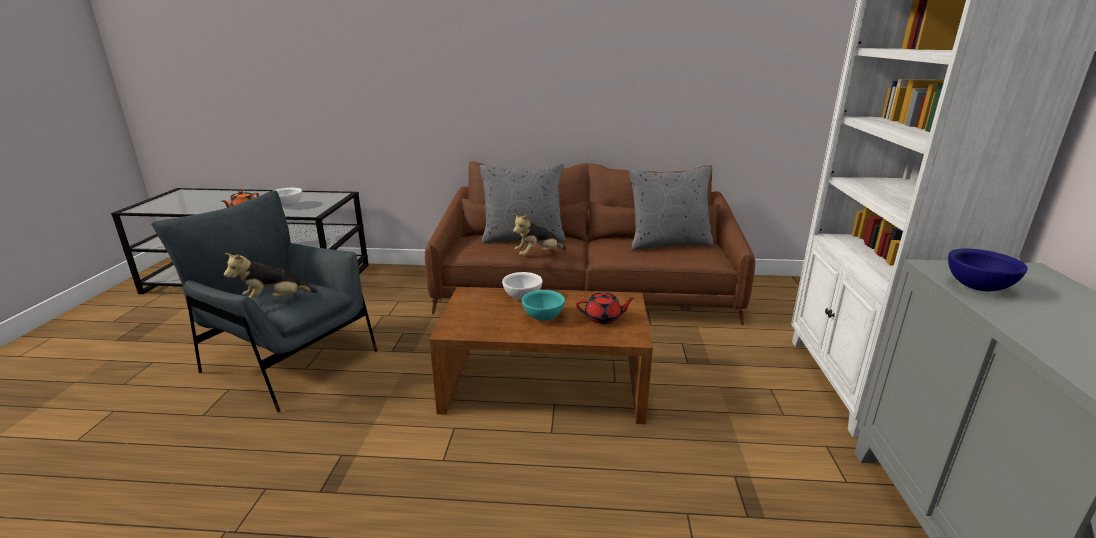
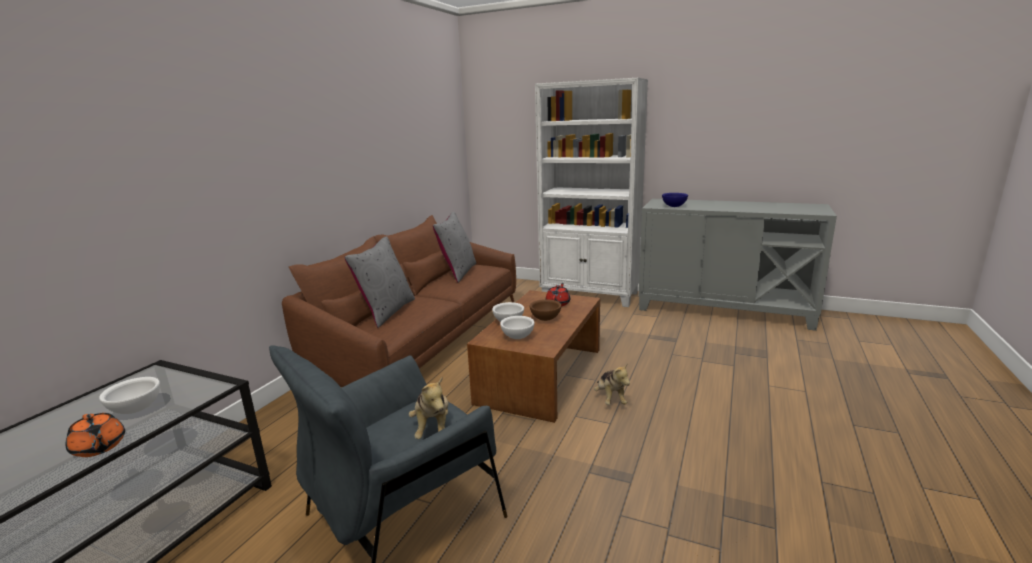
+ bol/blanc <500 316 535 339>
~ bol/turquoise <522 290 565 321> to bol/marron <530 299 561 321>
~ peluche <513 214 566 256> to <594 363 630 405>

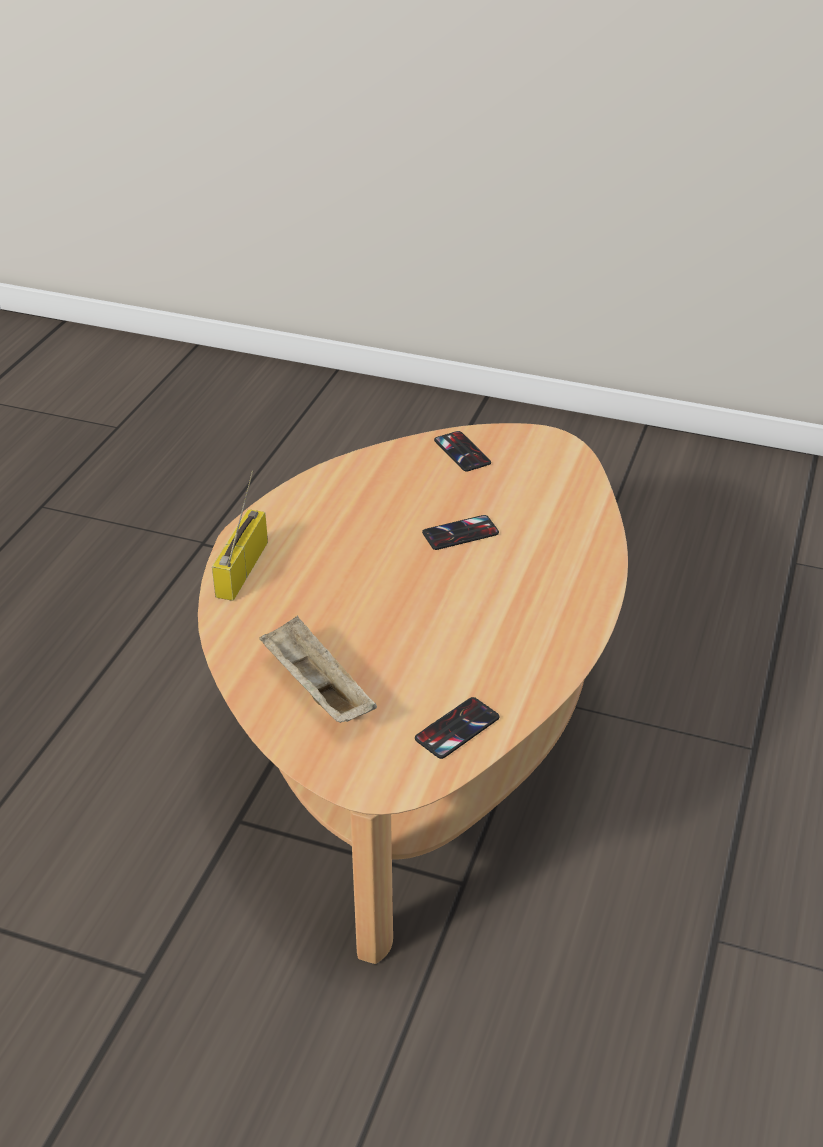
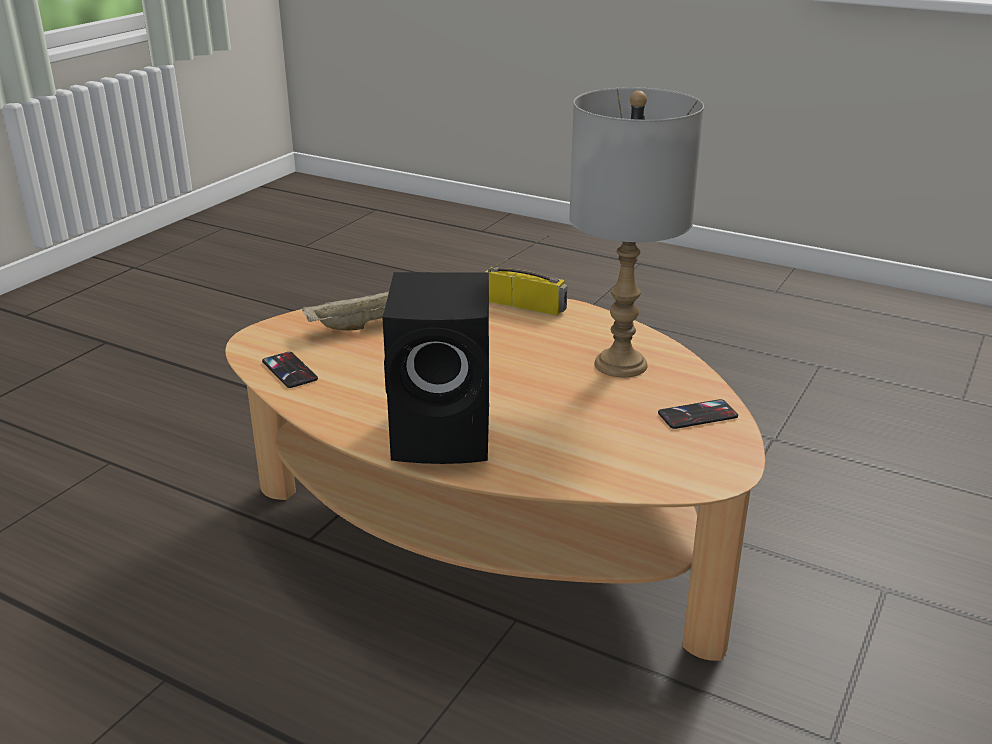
+ enceinte/noir <382 272 489 464>
+ lampe de table/gris <569 87 704 377>
- téléphone <422 515 499 550>

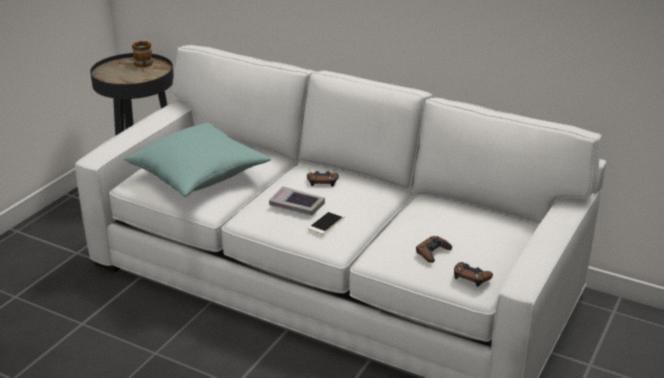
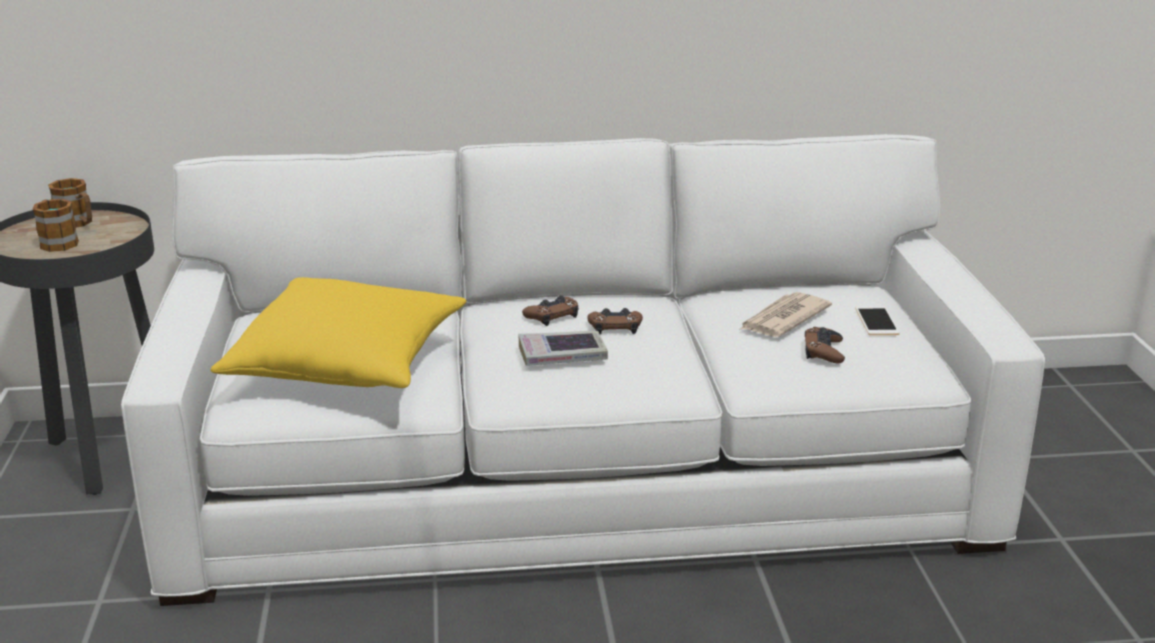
+ mug <33 199 79 252>
~ coussin/turquoise <124 122 271 197> to coussin/jaune <210 277 467 388>
~ manette/marron <454 262 493 287> to <587 308 643 334>
+ journal <739 292 832 337>
~ téléphone <307 211 345 235> to <855 306 900 335>

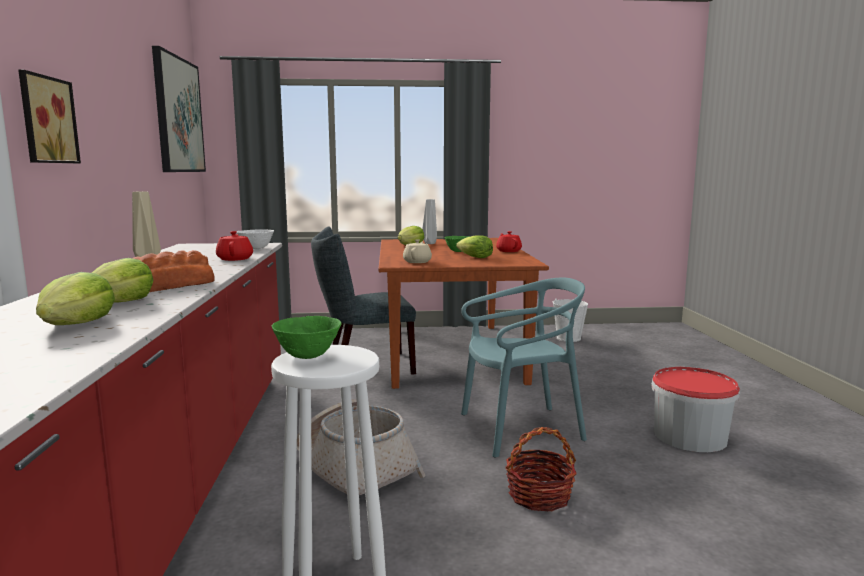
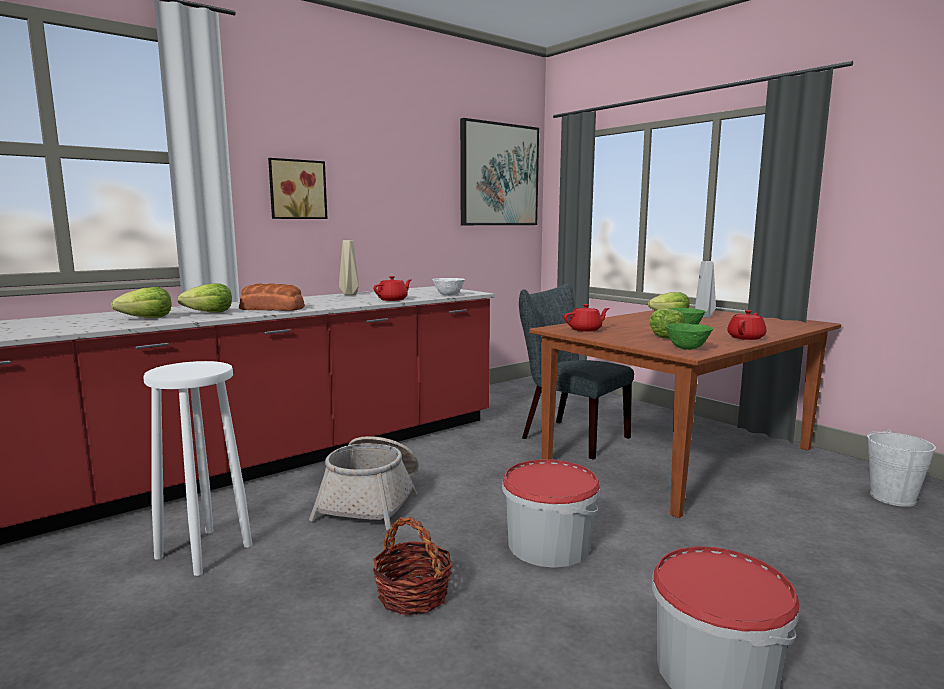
~ chaise/turquoise <461 278 587 458> to seau <502 459 600 568>
~ théière/beige <403 239 432 263> to théière/rouge <564 304 609 332>
~ bol/vert <272 316 342 359> to <666 323 713 350>

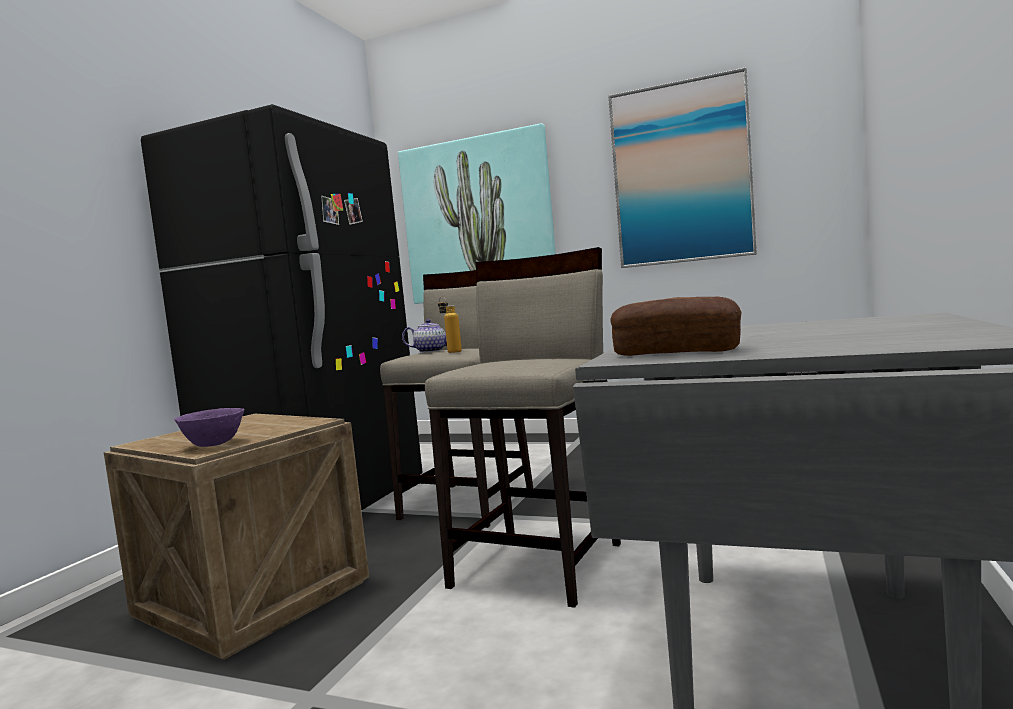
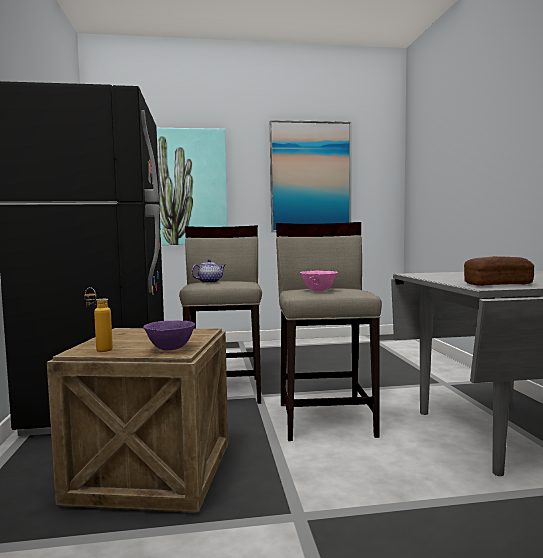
~ bouteille <438 296 462 353> to <84 287 113 352>
+ bol/rose <300 271 338 291>

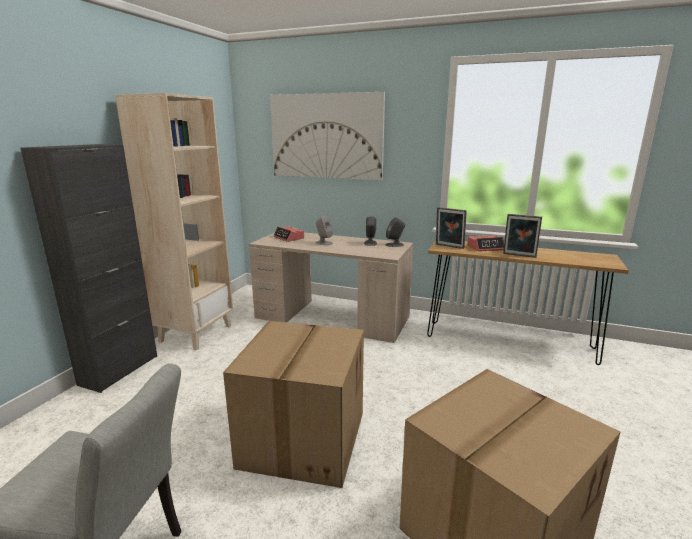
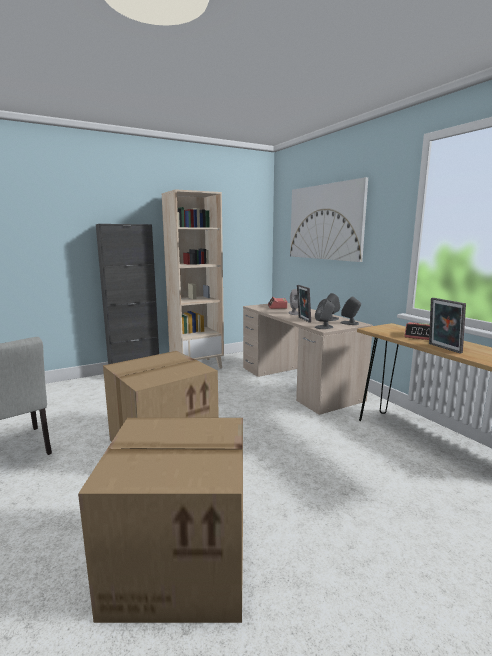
~ cadre photo <436 207 467 249> to <297 285 311 323>
+ enceinte/gris <315 299 335 329>

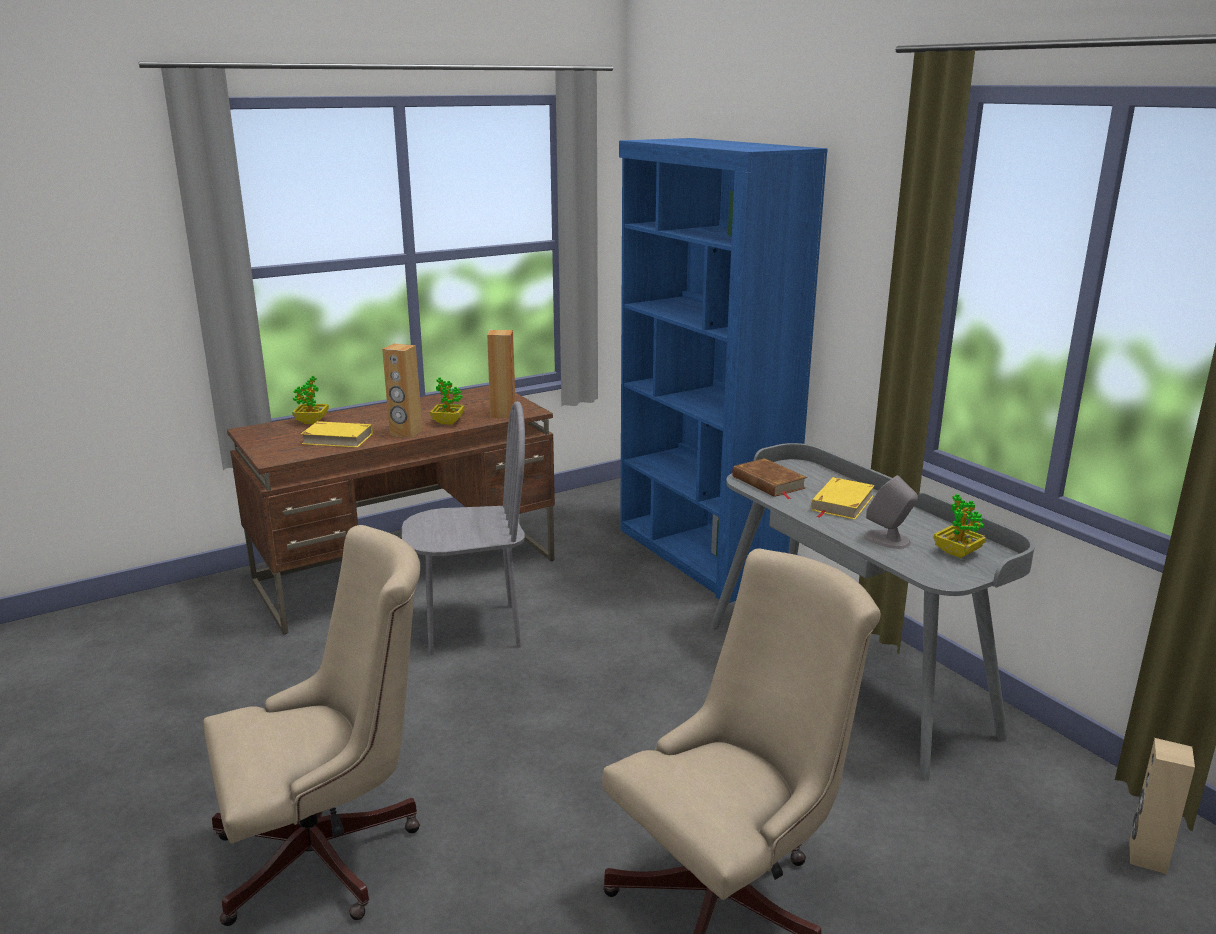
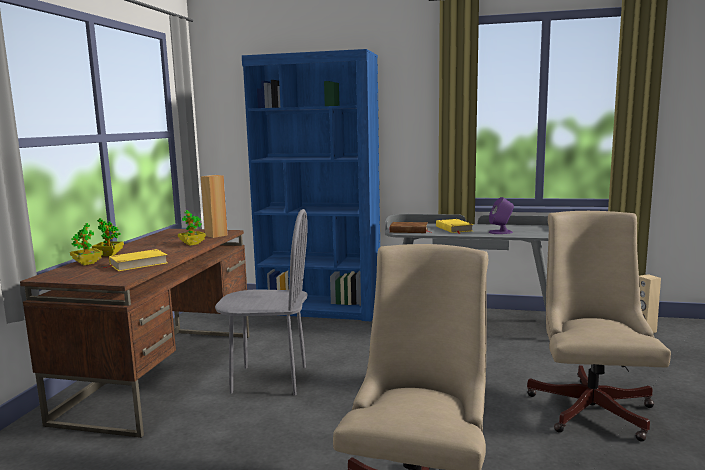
~ plante en pot <933 494 986 558> to <92 218 124 256>
~ chaise/gris <402 401 525 655> = <215 209 308 395> 60 degrees clockwise
~ enceinte/gris <864 475 918 549> to enceinte/violet <489 197 514 234>
- enceinte/marron <382 343 423 438>

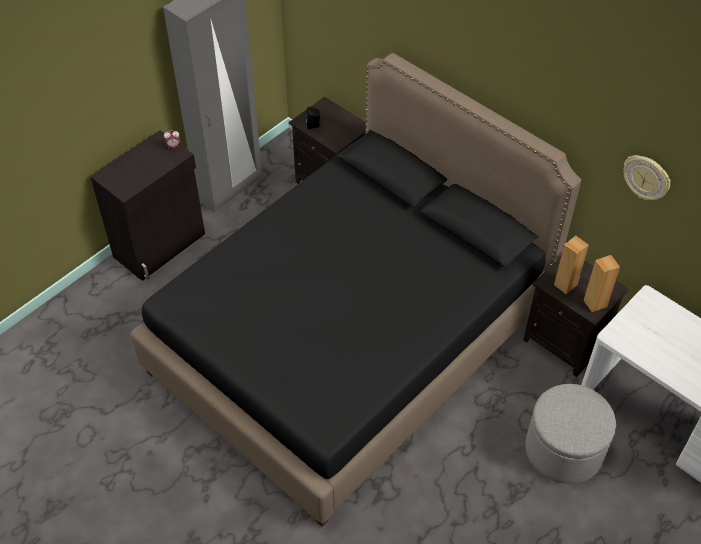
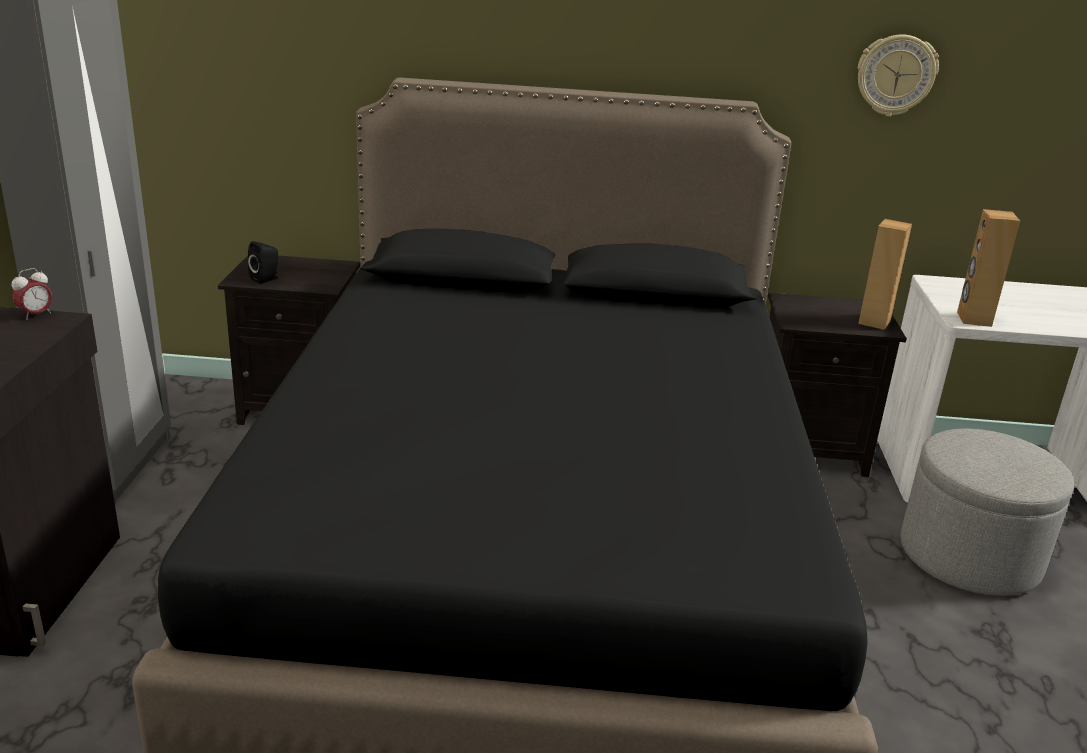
~ enceinte/marron <554 236 589 294> to <957 209 1020 327>

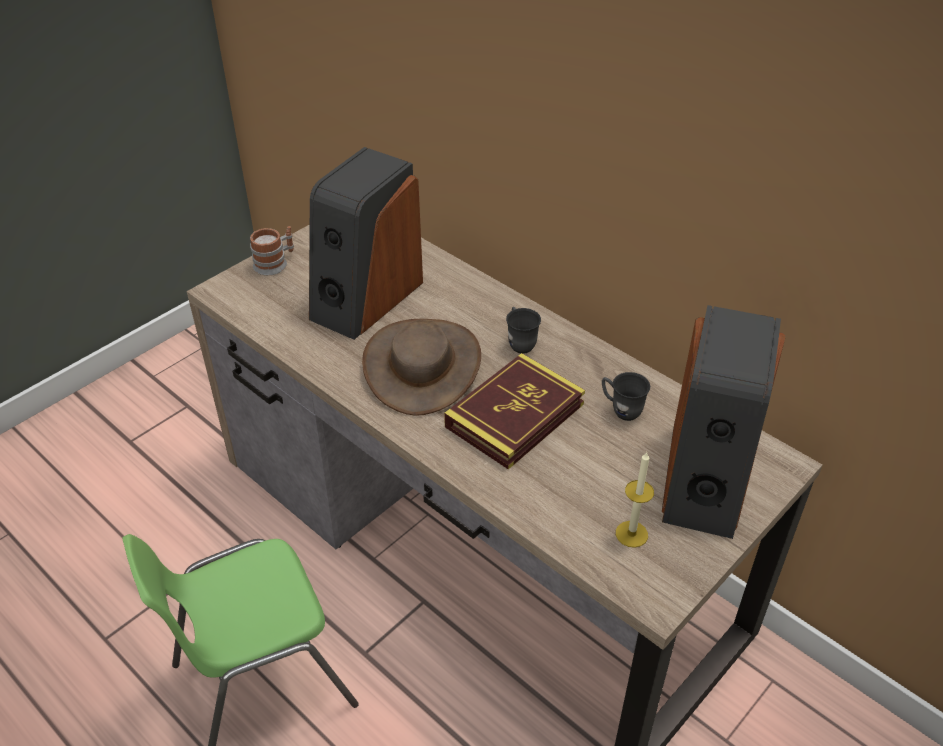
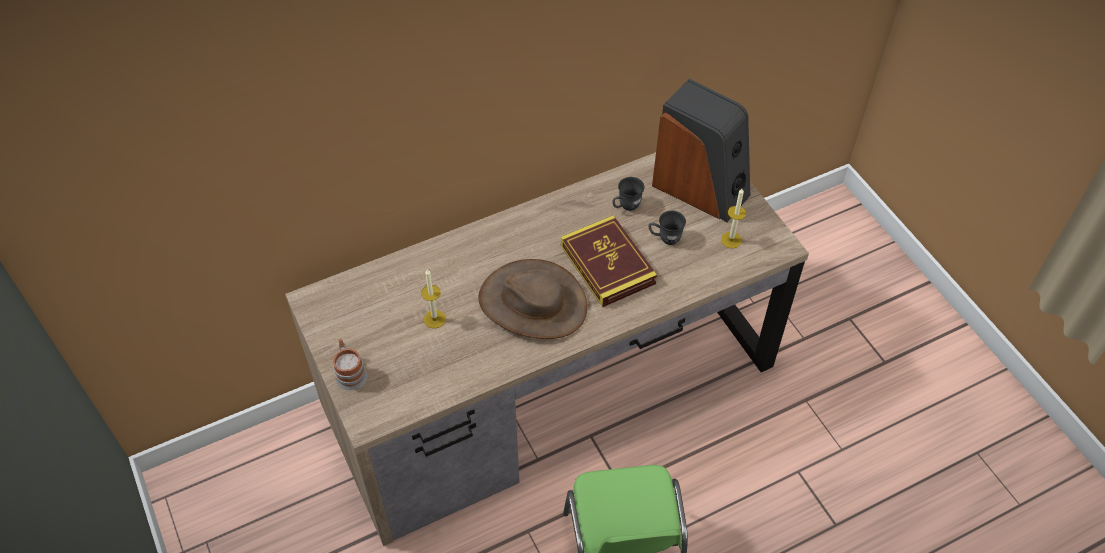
~ enceinte <309 147 423 340> to bougie <421 269 446 328>
~ mug/gris <506 307 541 354> to <648 211 686 245>

